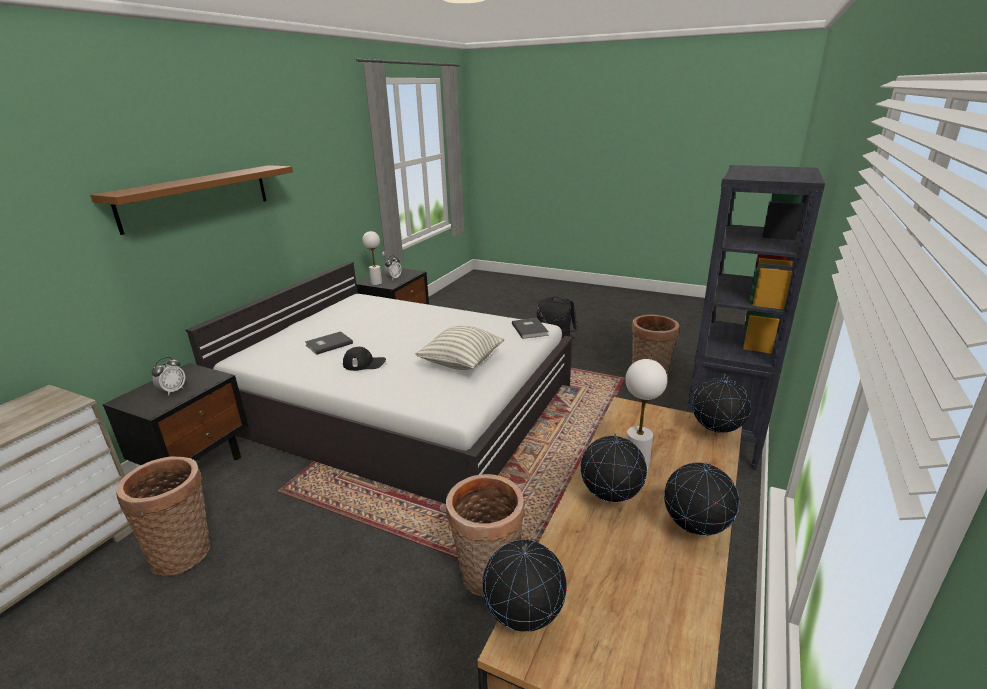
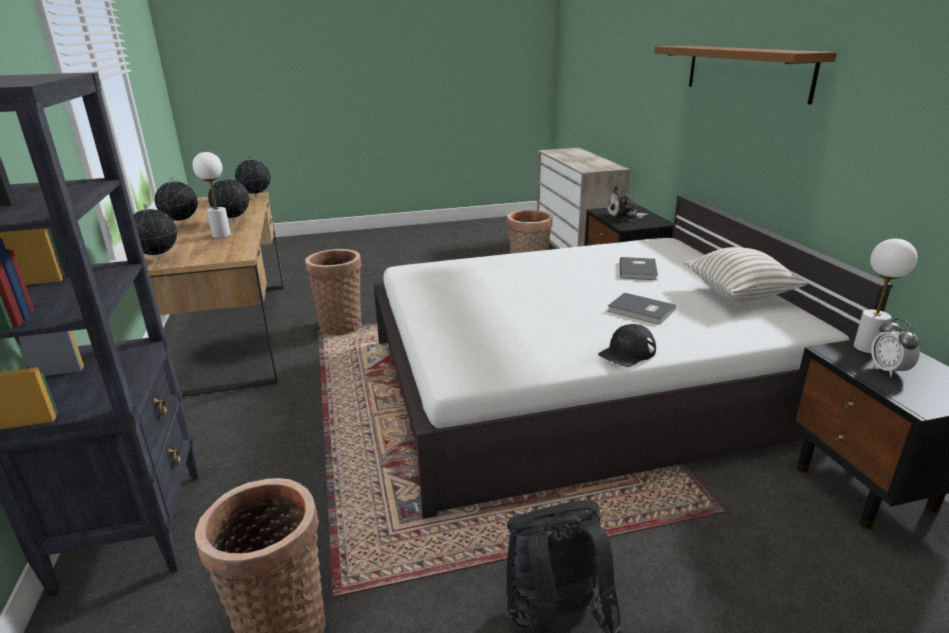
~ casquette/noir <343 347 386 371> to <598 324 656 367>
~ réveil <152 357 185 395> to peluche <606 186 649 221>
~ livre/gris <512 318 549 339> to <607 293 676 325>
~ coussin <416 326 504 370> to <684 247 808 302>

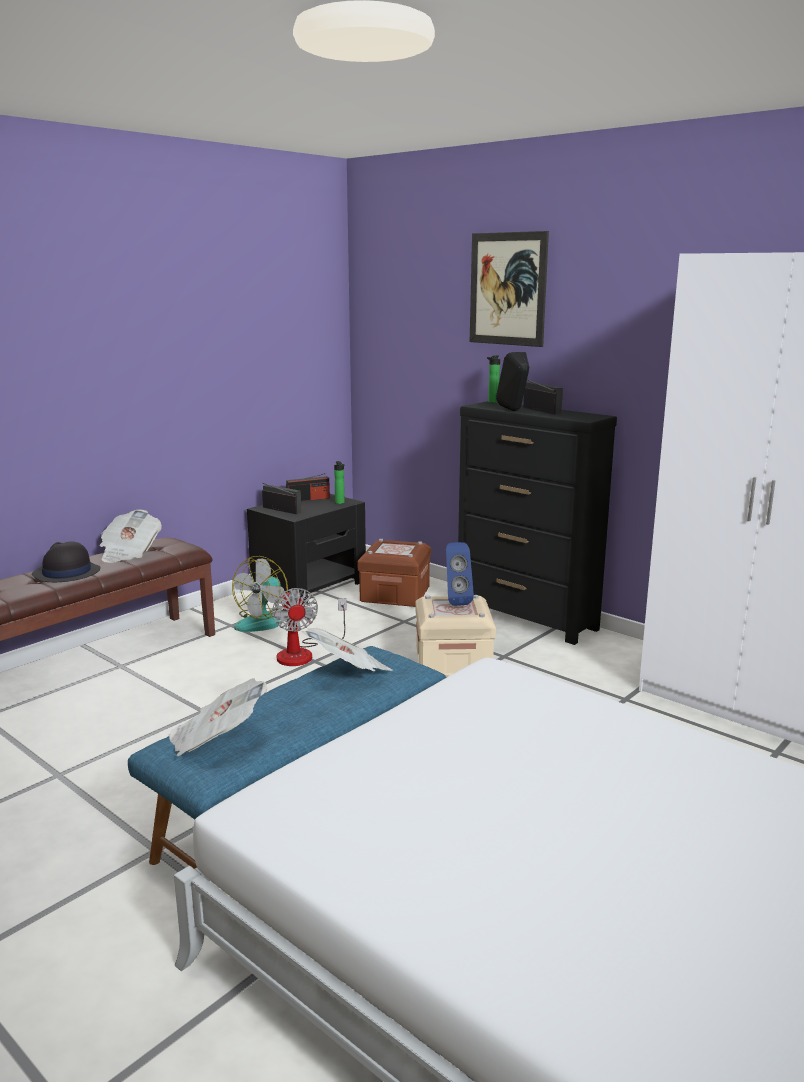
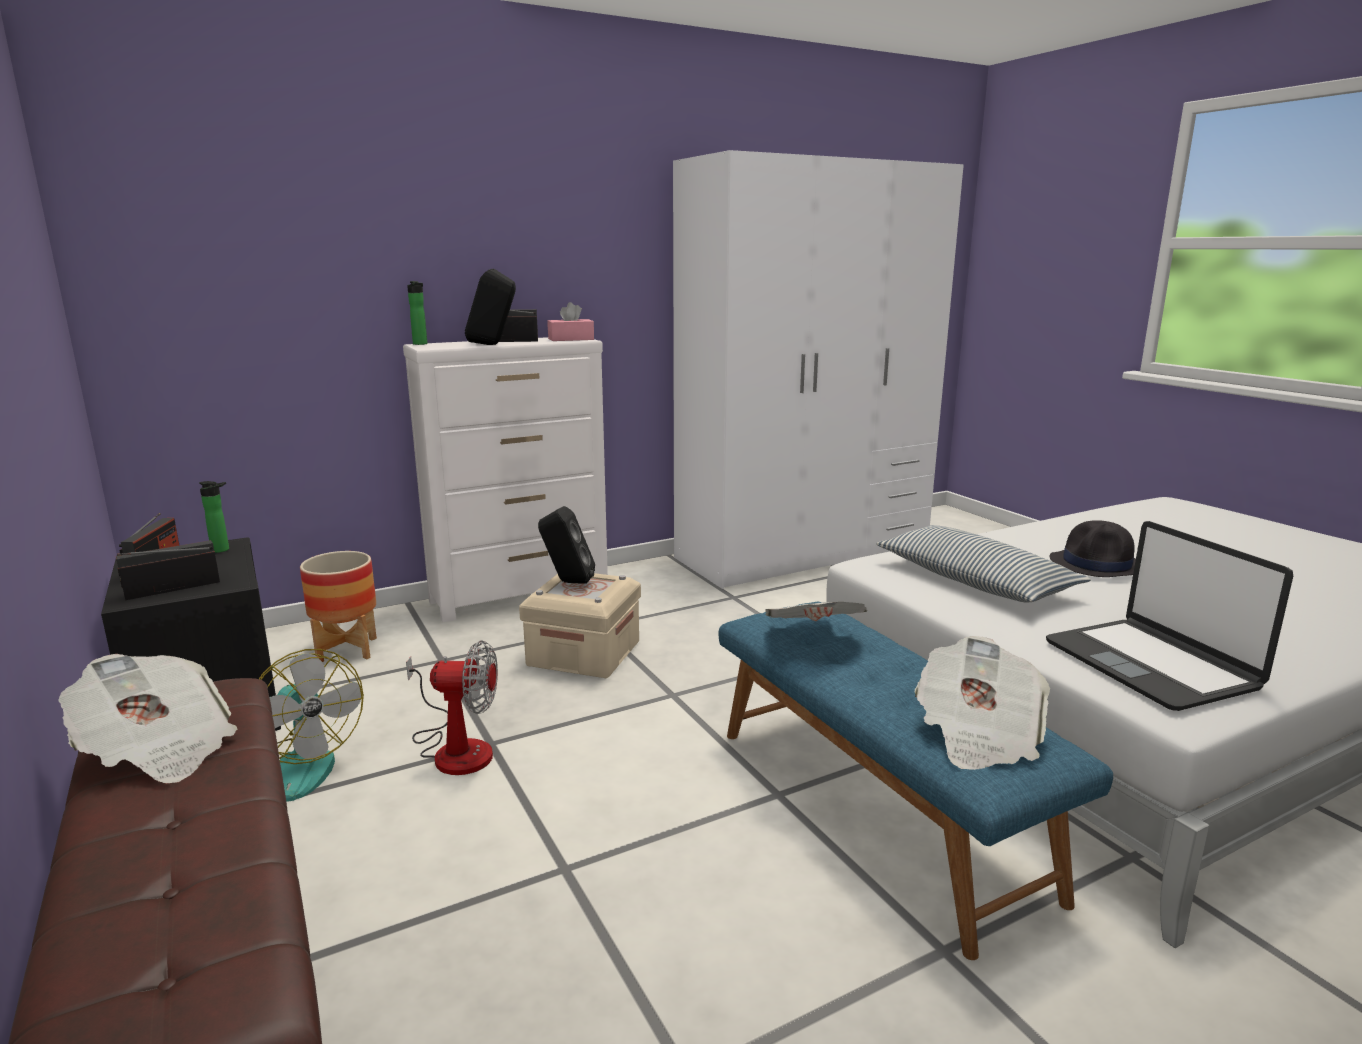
~ boîte de rangement/marron <358 539 431 607> to cache-pot <300 551 377 662>
~ commode/noir <458 401 617 645> to commode/blanc <403 337 608 622>
~ enceinte/bleu <446 542 474 606> to enceinte/noir <538 506 595 584>
+ boîte à mouchoirs/rose <548 302 594 341>
+ coussin <876 525 1091 603>
+ ordinateur portable <1046 521 1293 711>
~ chapeau/noir <32 541 101 582> to <1050 520 1136 577>
- tableau <470 231 549 347>

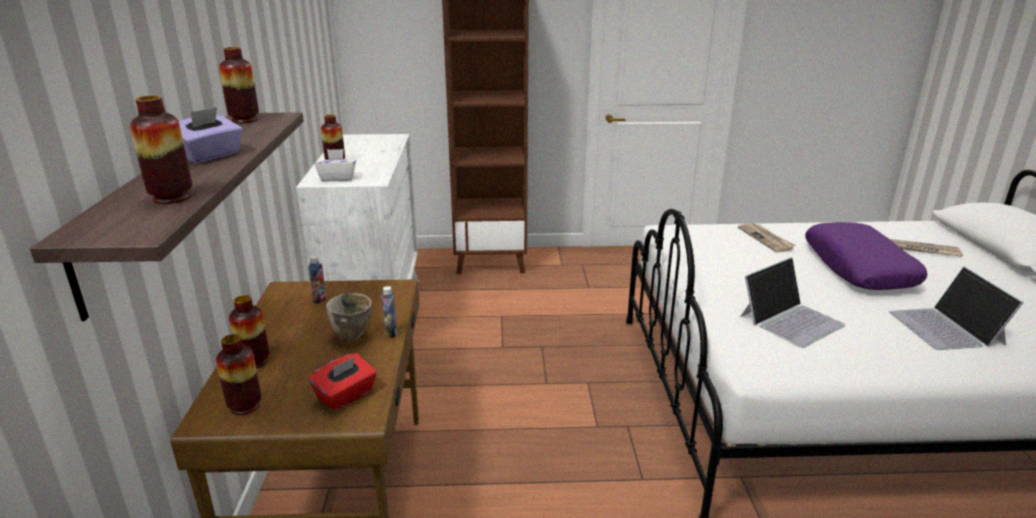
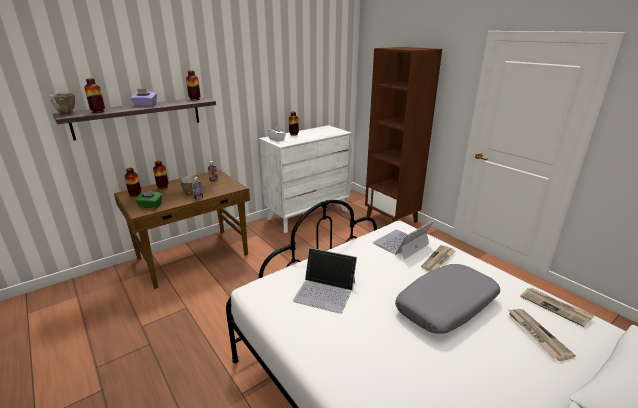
+ bol <50 93 75 114>
~ boîte à mouchoirs/rouge <309 353 377 411> to boîte à mouchoirs/vert <135 191 162 208>
~ ordinateur portable <889 266 1024 350> to <372 221 433 259>
~ coussin/violet <805 222 927 290> to coussin/gris <395 264 500 334>
+ journal <520 288 595 327>

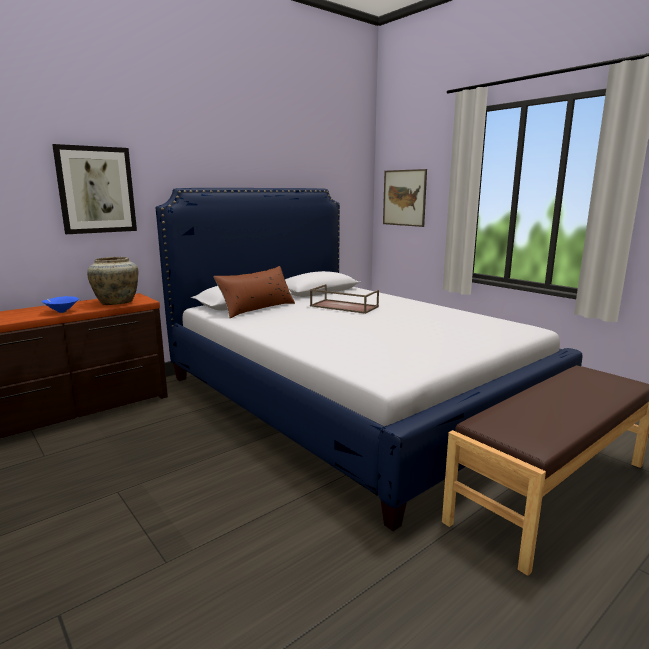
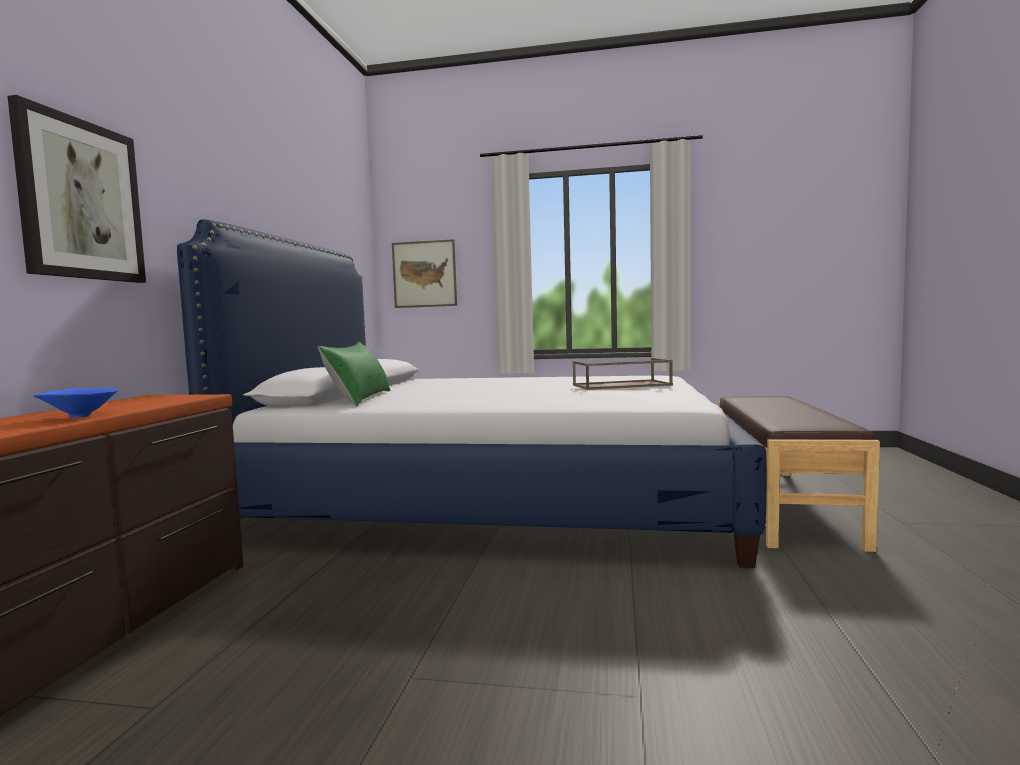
~ coussin/marron <213 266 295 318> to coussin/vert <318 342 390 407>
~ plateau/marron <310 284 379 314> to <573 358 673 390>
- vase/beige <87 257 138 305>

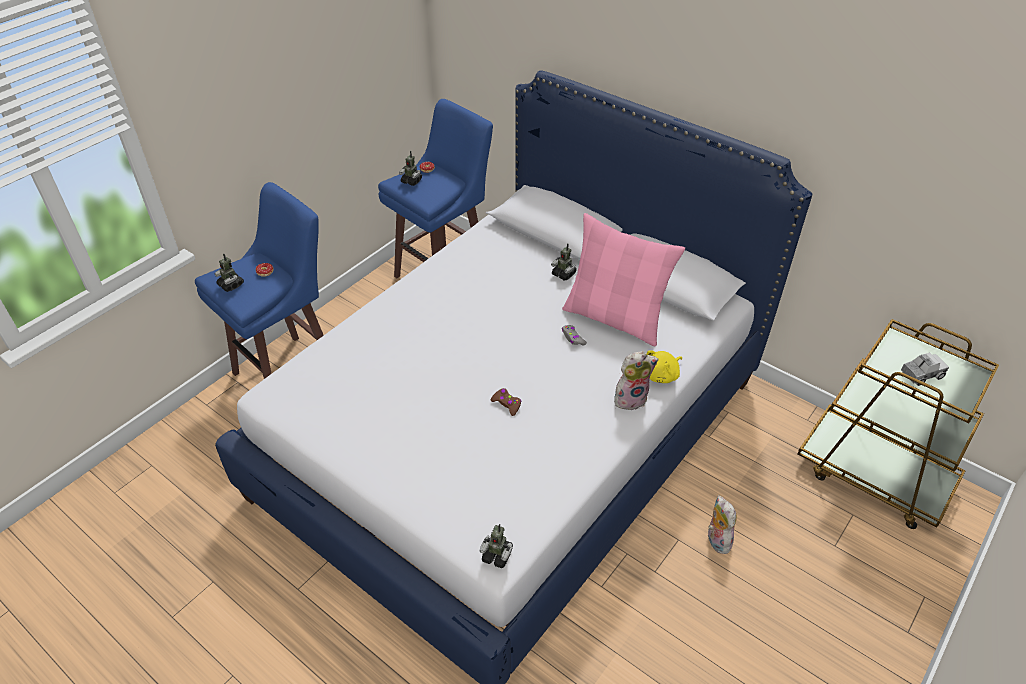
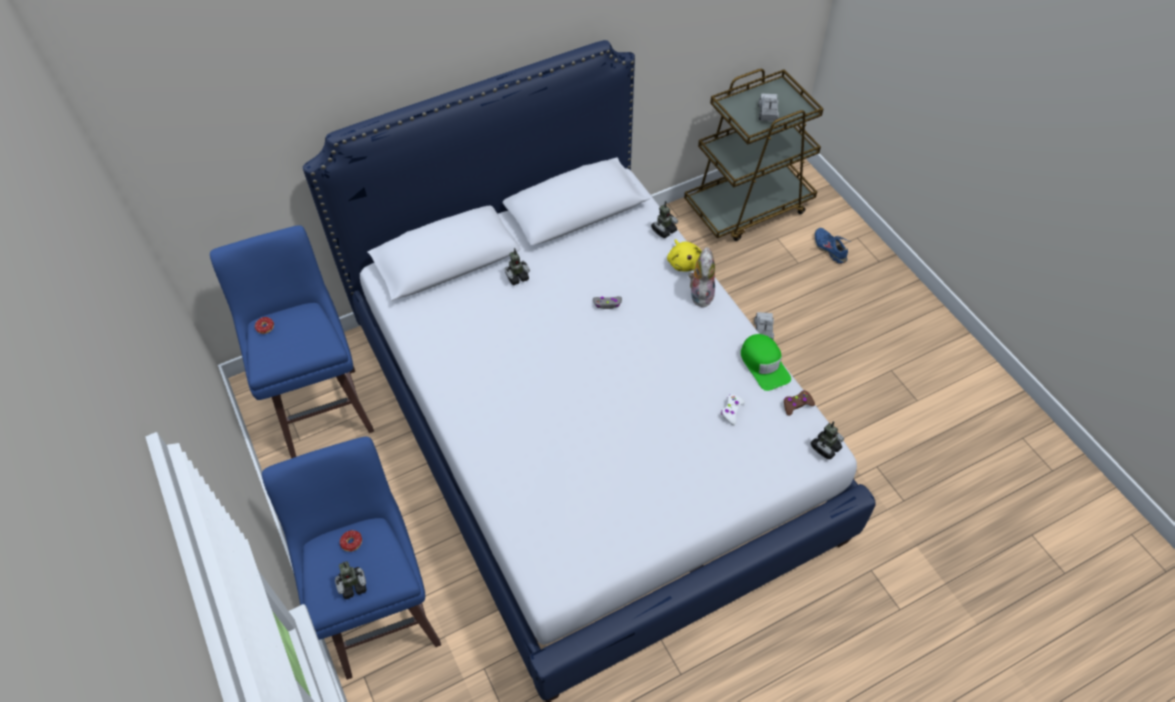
~ robot jouet <399 151 422 186> to <651 201 678 238>
+ manette/blanc <721 394 745 425>
+ casquette/vert <741 334 791 391>
~ peluche <708 495 737 554> to camion jouet <754 312 774 340>
~ manette/marron <491 388 522 416> to <784 390 815 416>
+ chaussure/bleu <815 228 848 264>
- coussin/rose <562 213 685 346>

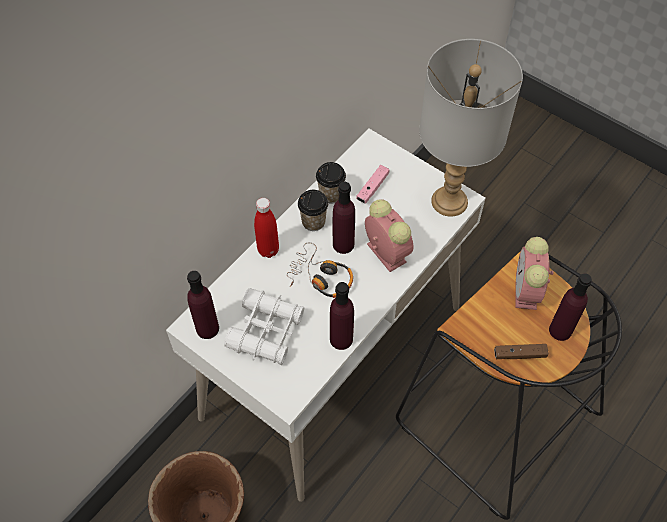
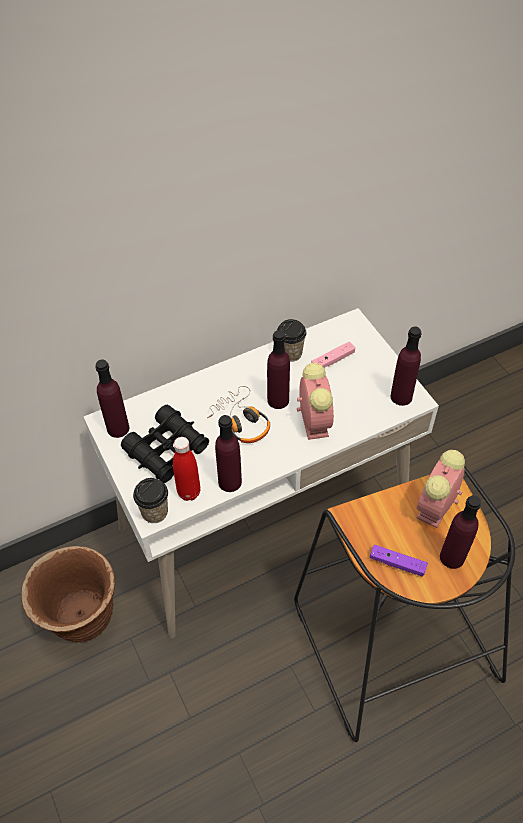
~ jumelles/blanc <224 288 304 365> to jumelles/noir <121 405 209 483>
~ tasse <298 190 328 231> to <133 478 168 523>
~ bouteille/rouge <254 198 279 258> to <173 437 201 501>
~ manette/marron <494 344 549 359> to manette/violet <370 544 428 577>
~ lampe de table/gris <419 39 523 217> to bouteille/violet <391 327 421 406>

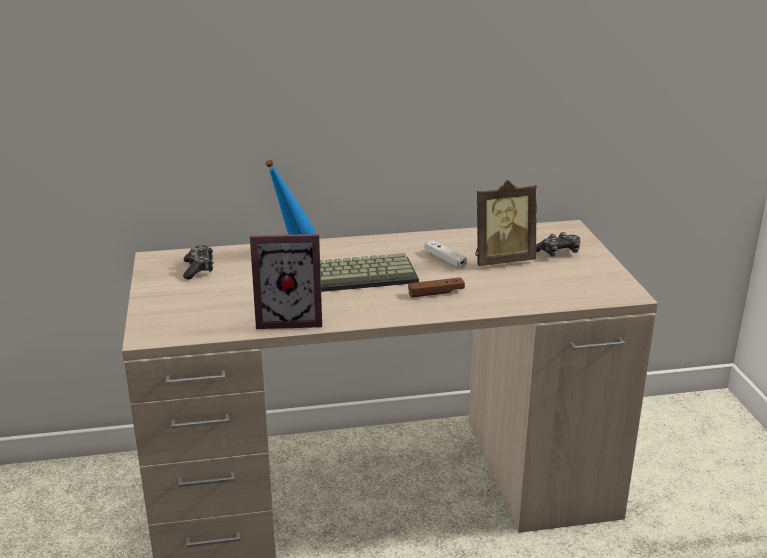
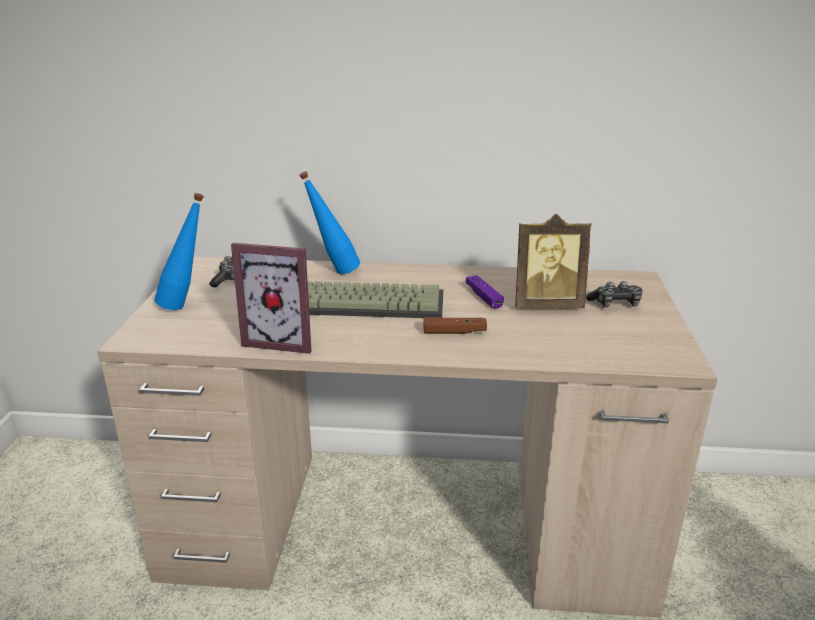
+ bouteille/bleu <154 193 204 310>
~ manette/blanc <424 240 467 269> to manette/violet <466 275 504 309>

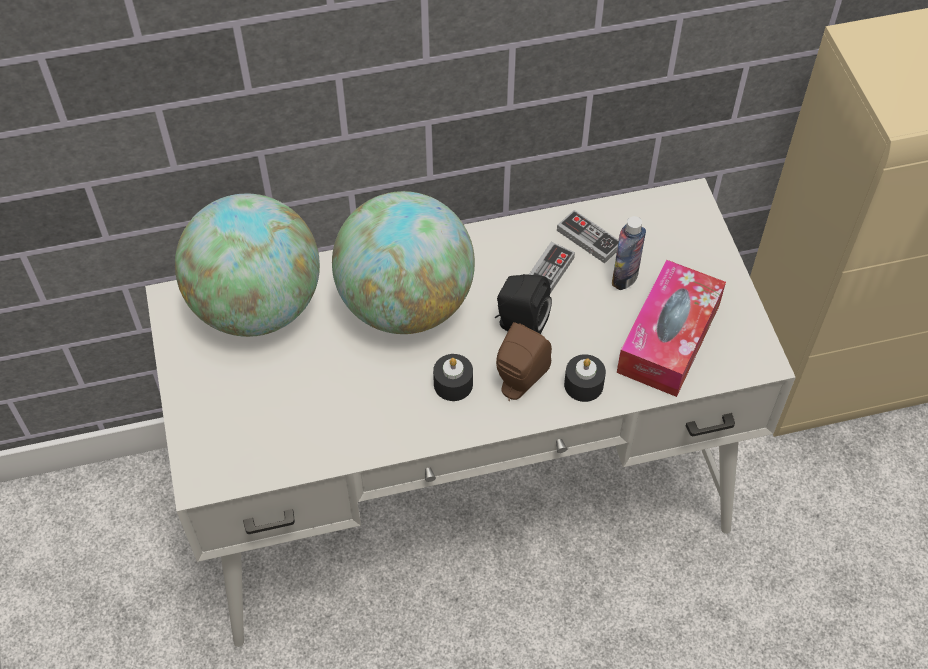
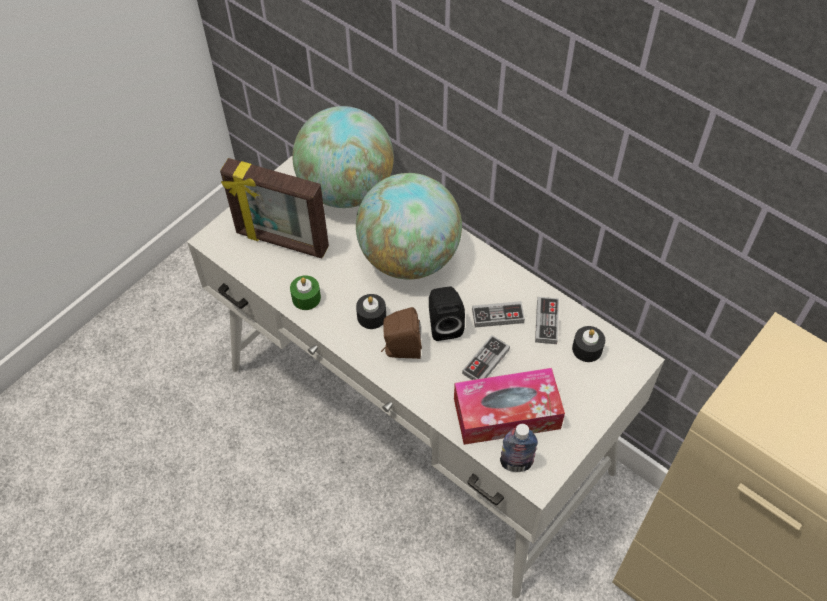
+ cadre photo <220 158 329 259>
+ bougie/vert <290 275 321 310>
+ manette <462 335 510 380>
~ bouteille <612 216 646 290> to <500 424 538 472>
~ bougie/noir <564 354 606 402> to <572 326 605 362>

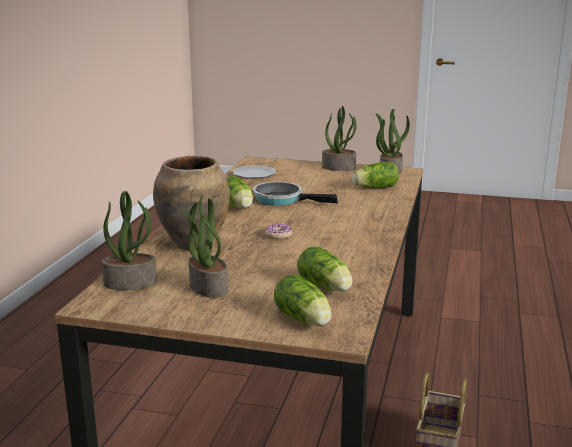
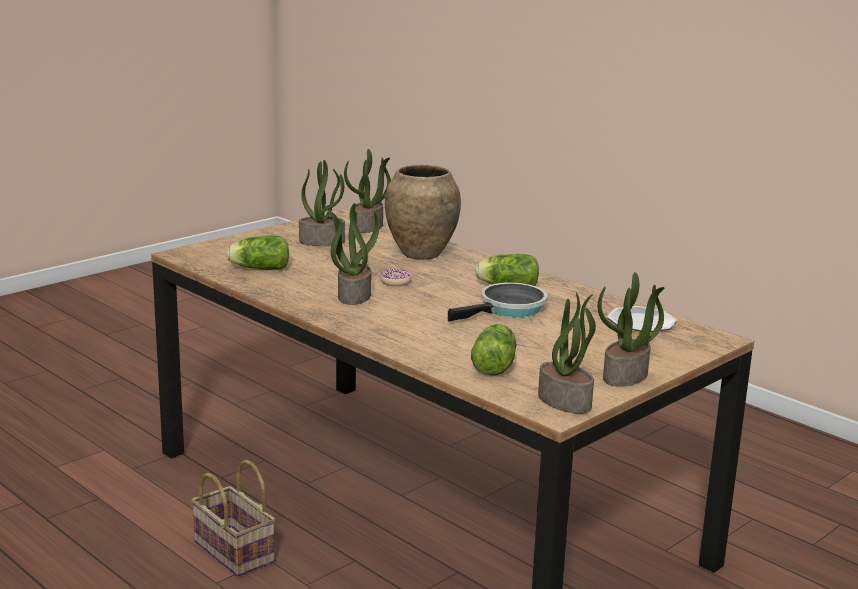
+ plante en pot <328 203 379 305>
- laitue <274 274 332 326>

